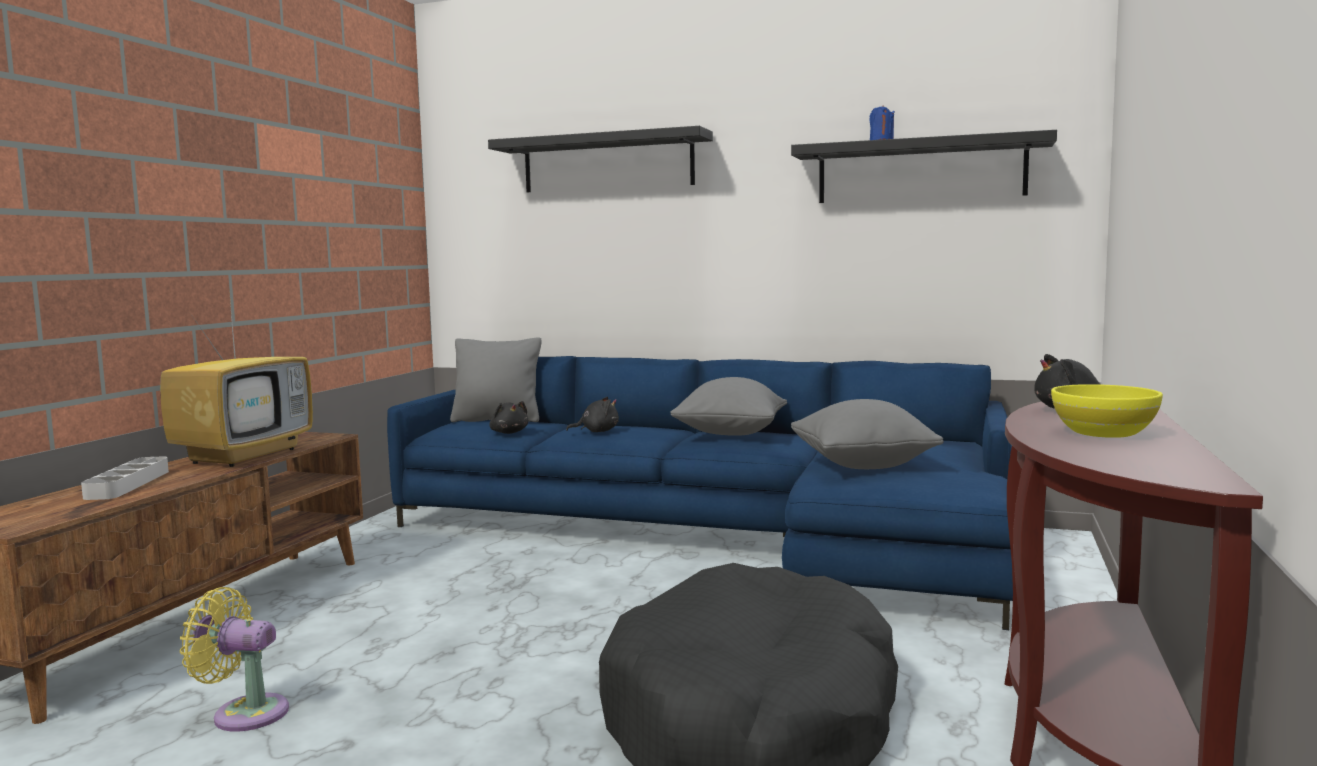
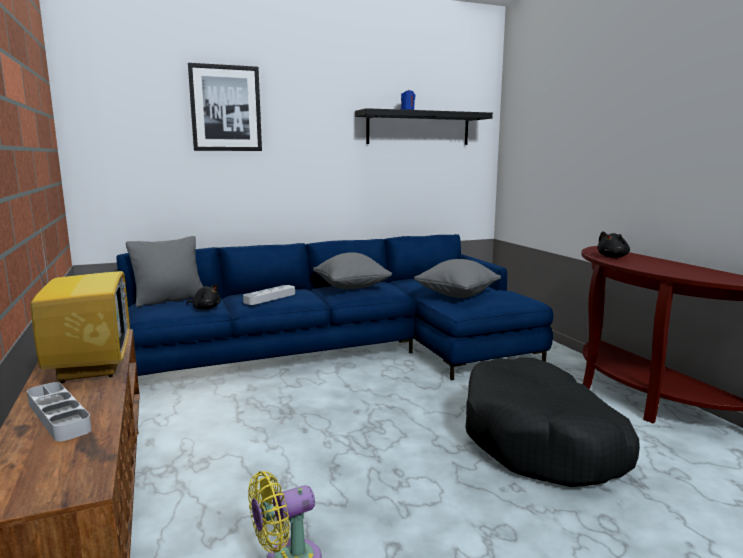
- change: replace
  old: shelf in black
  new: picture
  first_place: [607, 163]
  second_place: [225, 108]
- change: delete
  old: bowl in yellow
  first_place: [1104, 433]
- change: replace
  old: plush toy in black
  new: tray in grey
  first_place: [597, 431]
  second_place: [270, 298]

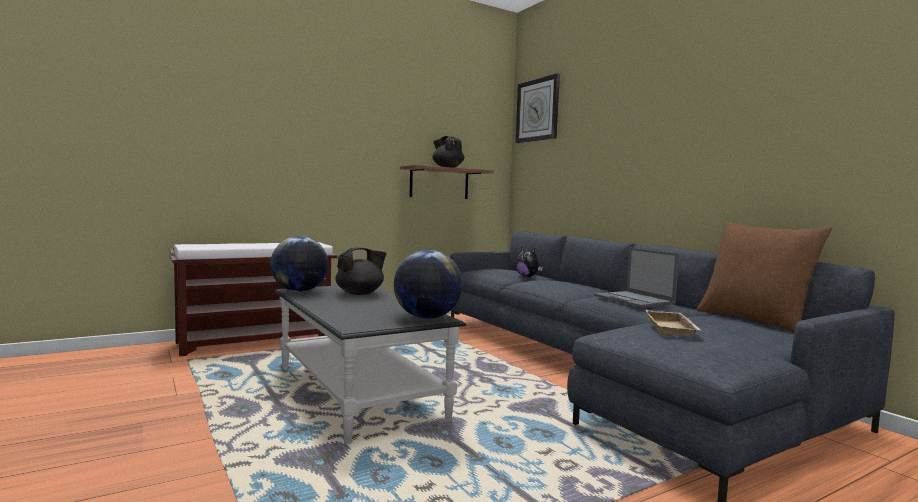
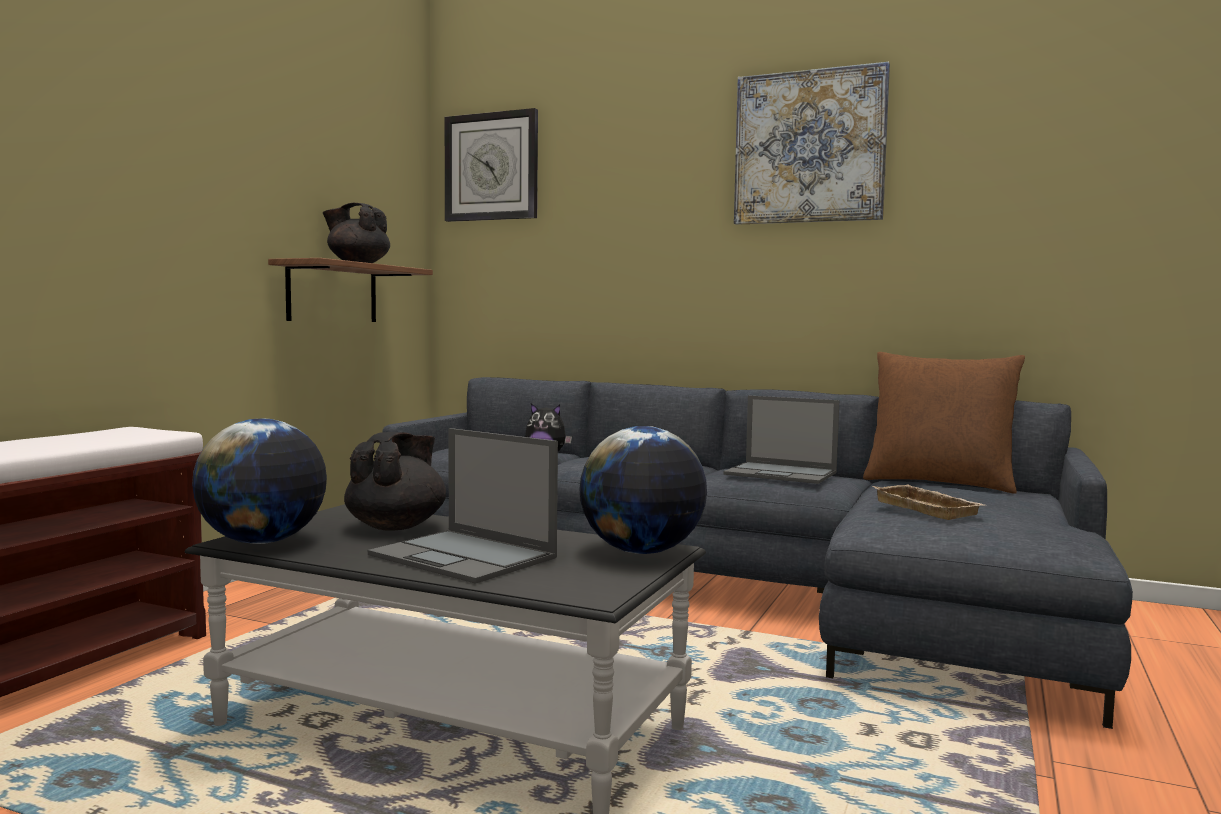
- change: insert
  new: picture
  second_place: [809, 147]
- change: insert
  new: laptop
  second_place: [465, 557]

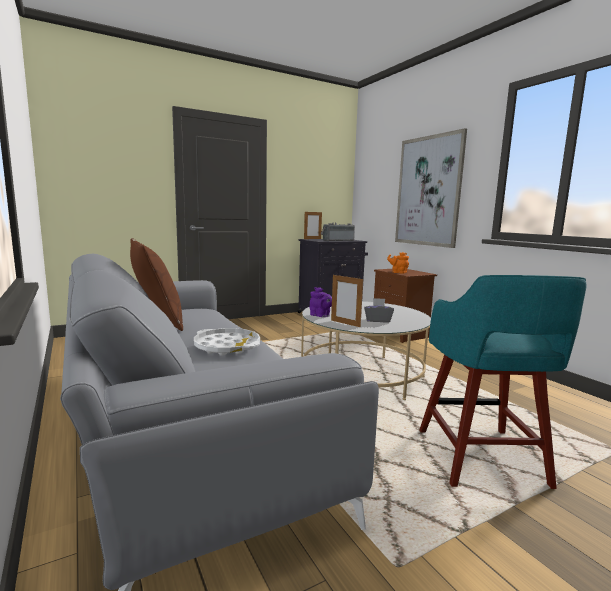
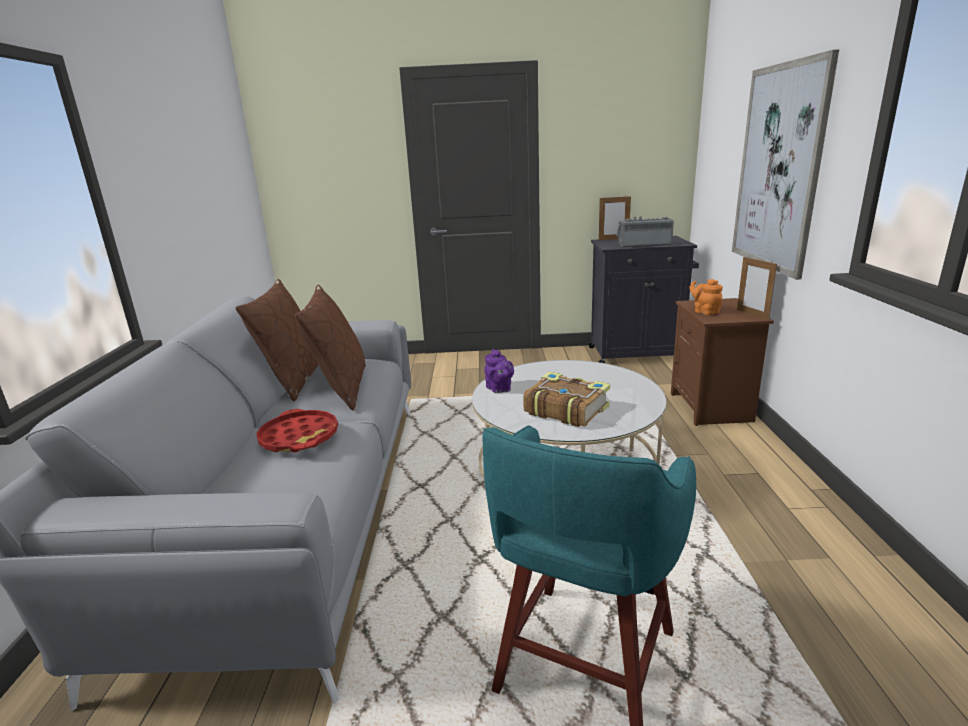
- change: move
  old: picture frame
  first_place: [345, 323]
  second_place: [752, 314]
- change: replace
  old: tissue box in grey
  new: book
  first_place: [377, 320]
  second_place: [565, 409]
- change: recolor
  old: tray in white
  new: tray in red
  first_place: [227, 346]
  second_place: [299, 437]
- change: insert
  new: pillow in brown
  second_place: [341, 388]

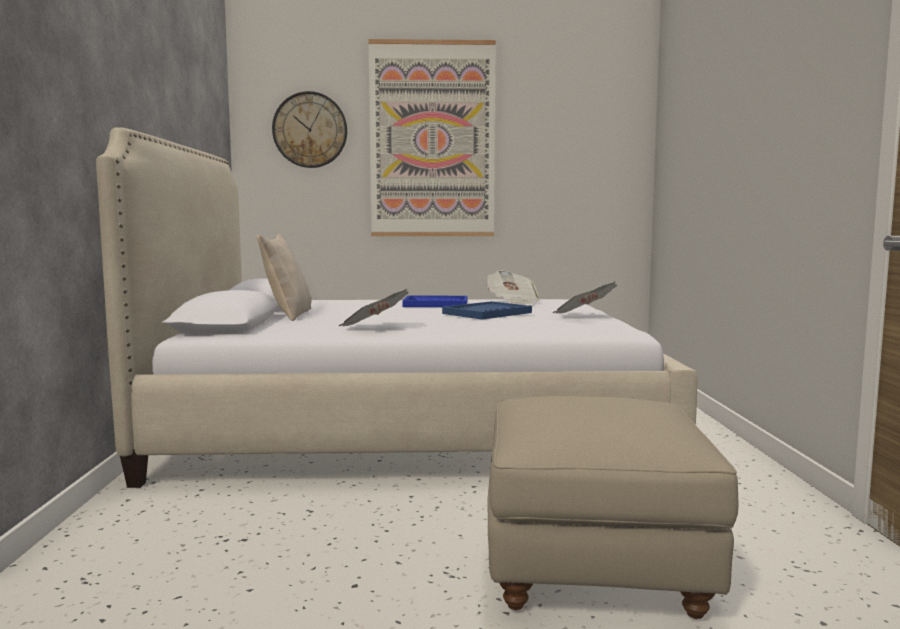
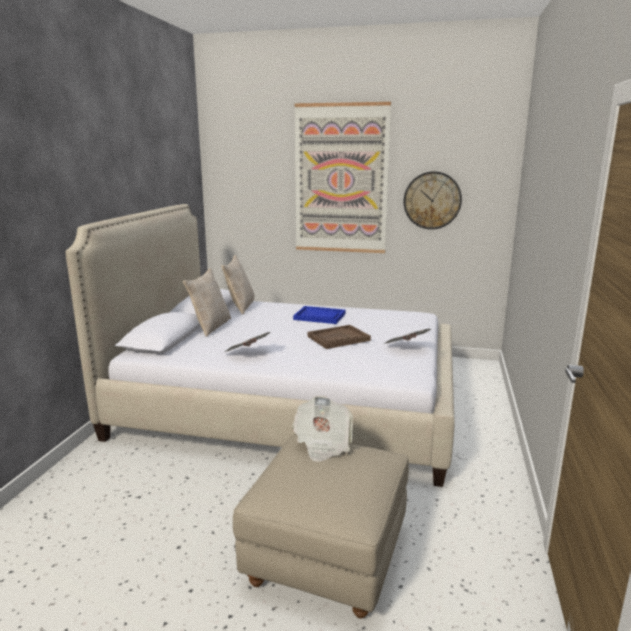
- change: move
  old: wall clock
  first_place: [310, 130]
  second_place: [432, 200]
- change: move
  old: newspaper
  first_place: [512, 303]
  second_place: [323, 443]
- change: recolor
  old: tray in blue
  new: tray in brown
  first_place: [487, 313]
  second_place: [338, 338]
- change: insert
  new: pillow in beige
  second_place: [240, 306]

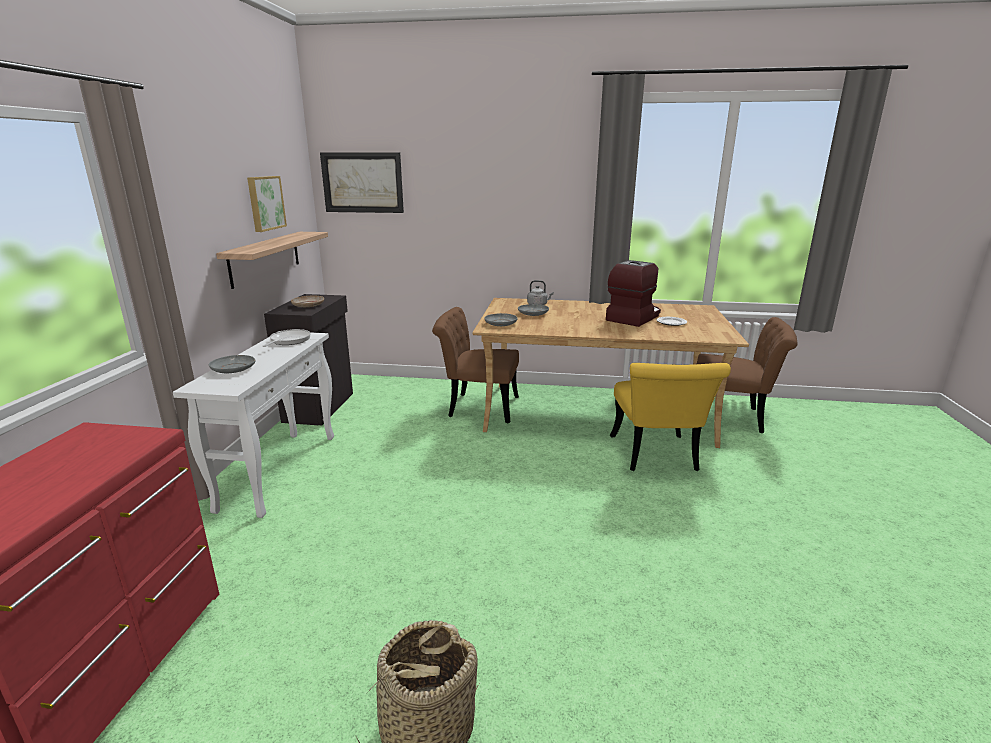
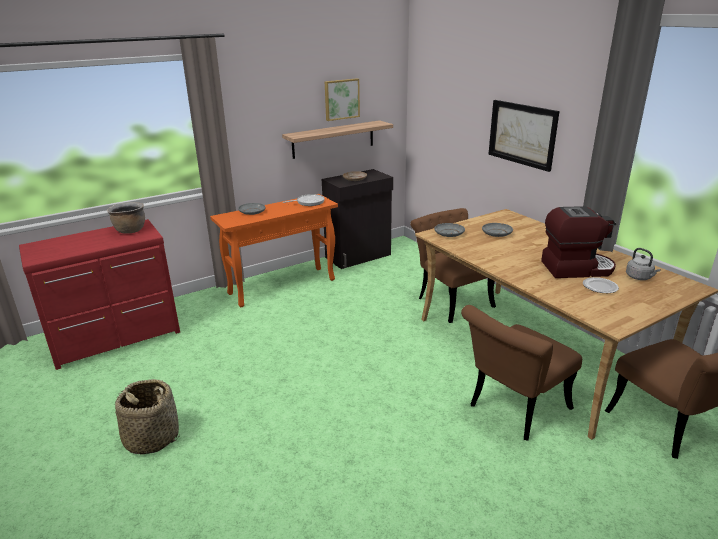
- change: move
  old: picture
  first_place: [362, 182]
  second_place: [522, 134]
- change: move
  old: kettle in grey
  first_place: [538, 305]
  second_place: [640, 277]
- change: recolor
  old: console table in white
  new: console table in orange
  first_place: [280, 470]
  second_place: [283, 286]
- change: recolor
  old: chair in yellow
  new: chair in brown
  first_place: [656, 457]
  second_place: [513, 409]
- change: insert
  new: cooking pot in brown
  second_place: [130, 230]

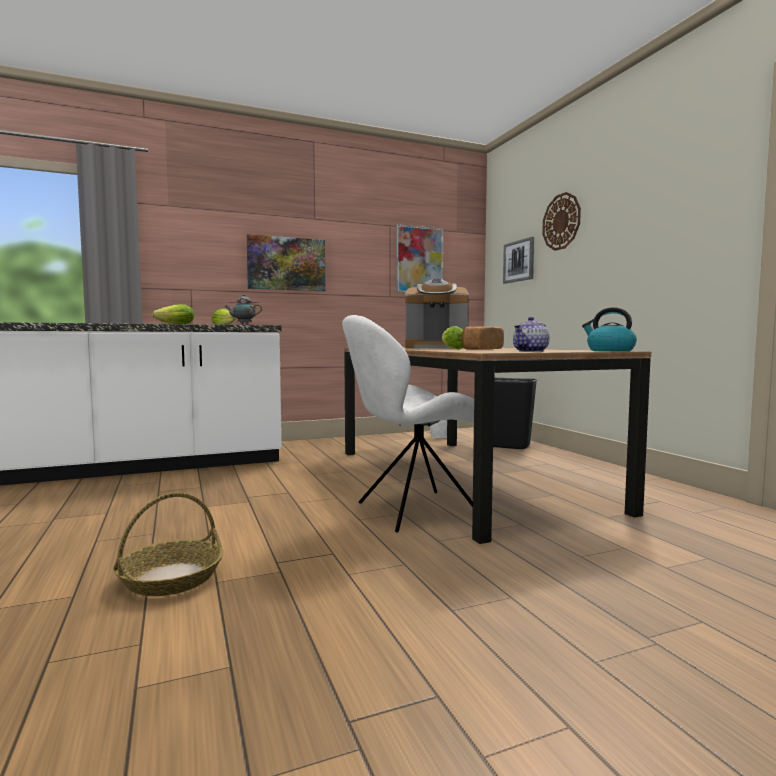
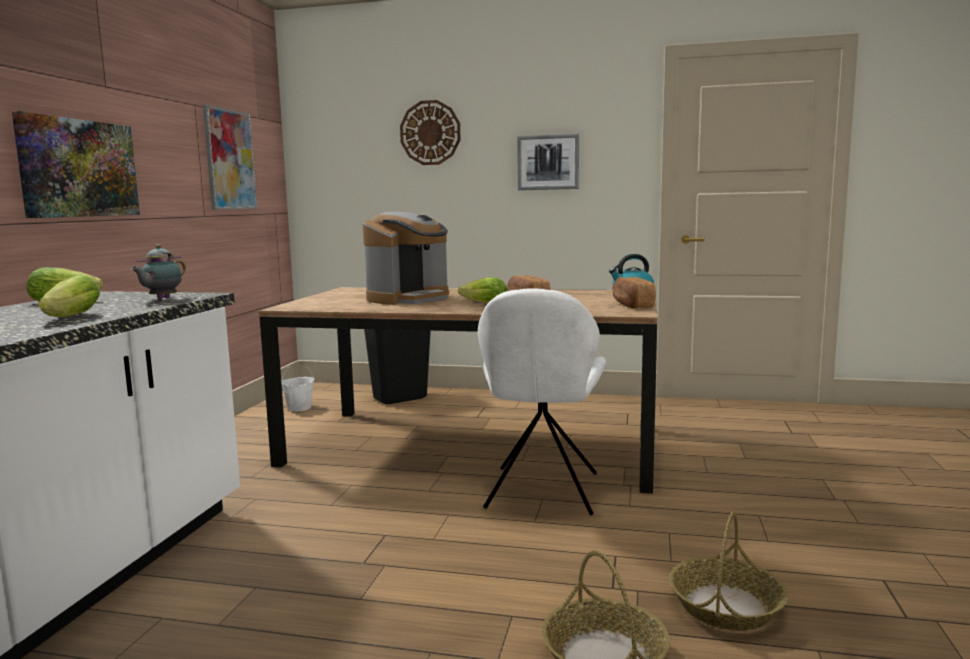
- change: move
  old: picture
  first_place: [519, 261]
  second_place: [548, 162]
- change: replace
  old: teapot
  new: bread
  first_place: [531, 351]
  second_place: [631, 305]
- change: insert
  new: basket
  second_place: [726, 606]

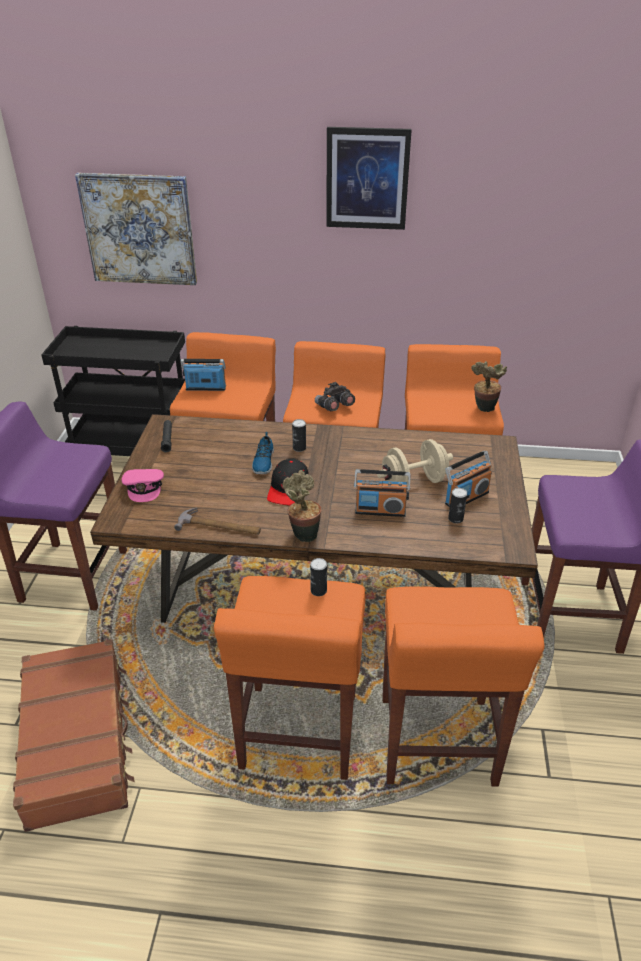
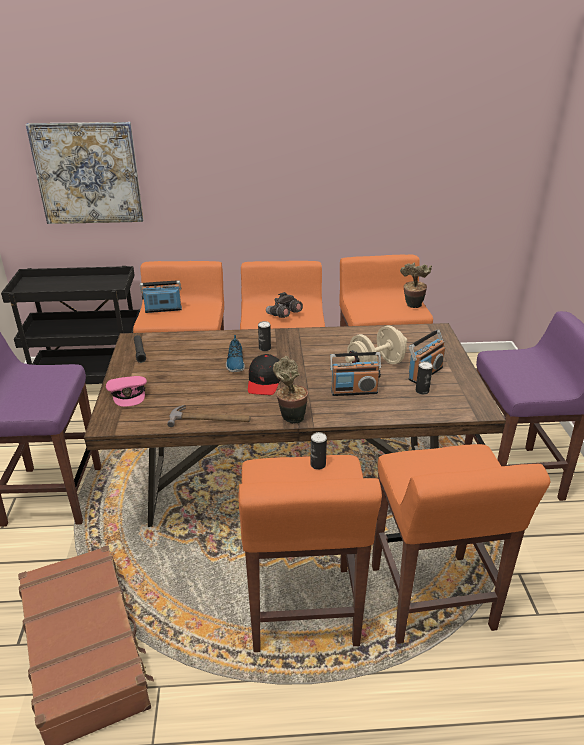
- change: delete
  old: picture
  first_place: [367, 179]

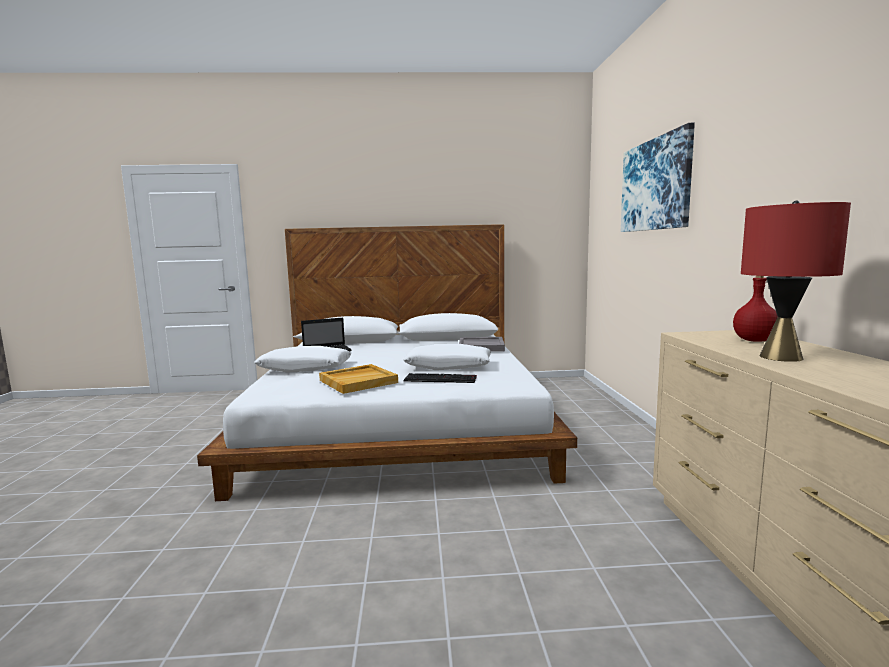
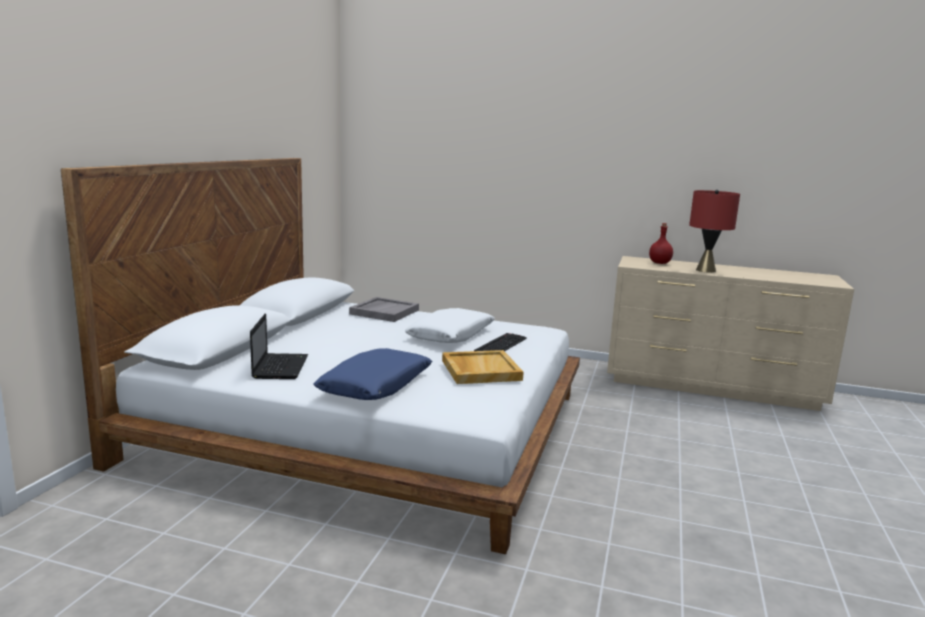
- change: delete
  old: picture
  first_place: [655, 185]
- change: recolor
  old: pillow in white
  new: pillow in blue
  first_place: [305, 368]
  second_place: [376, 386]

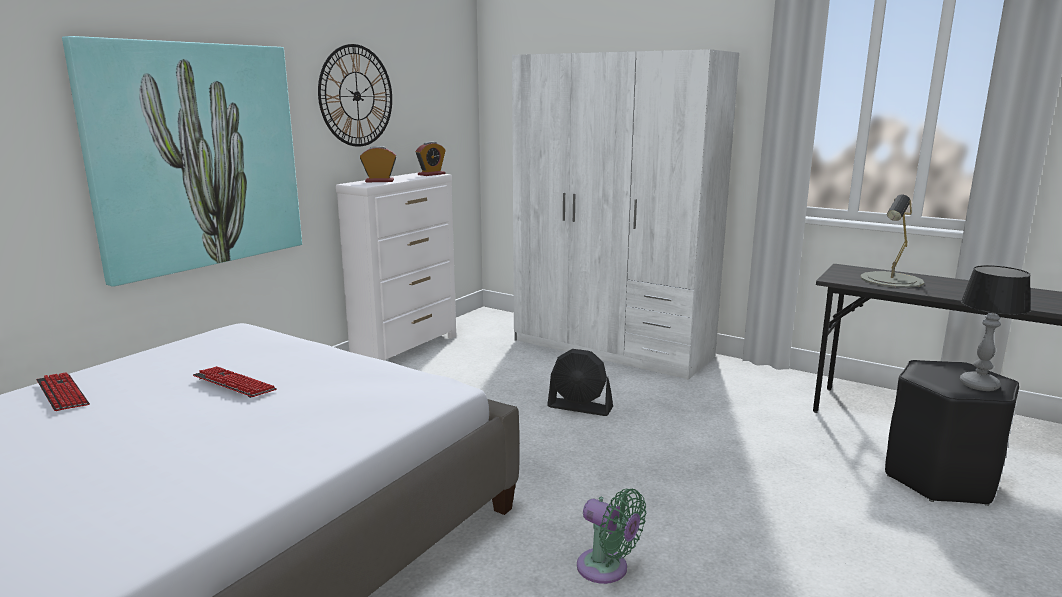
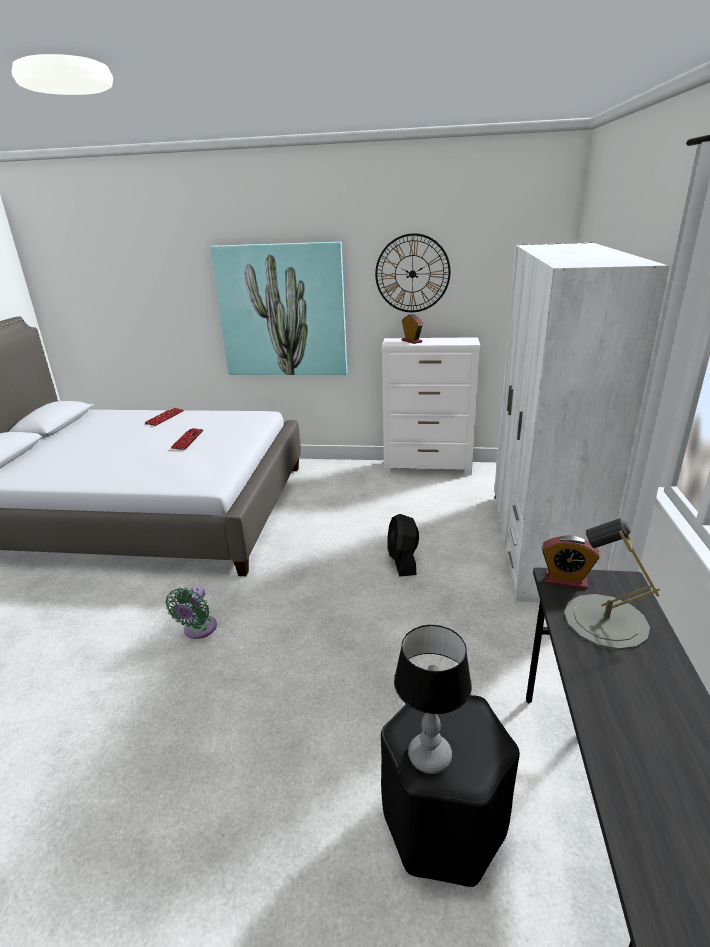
- change: move
  old: alarm clock
  first_place: [431, 174]
  second_place: [565, 580]

